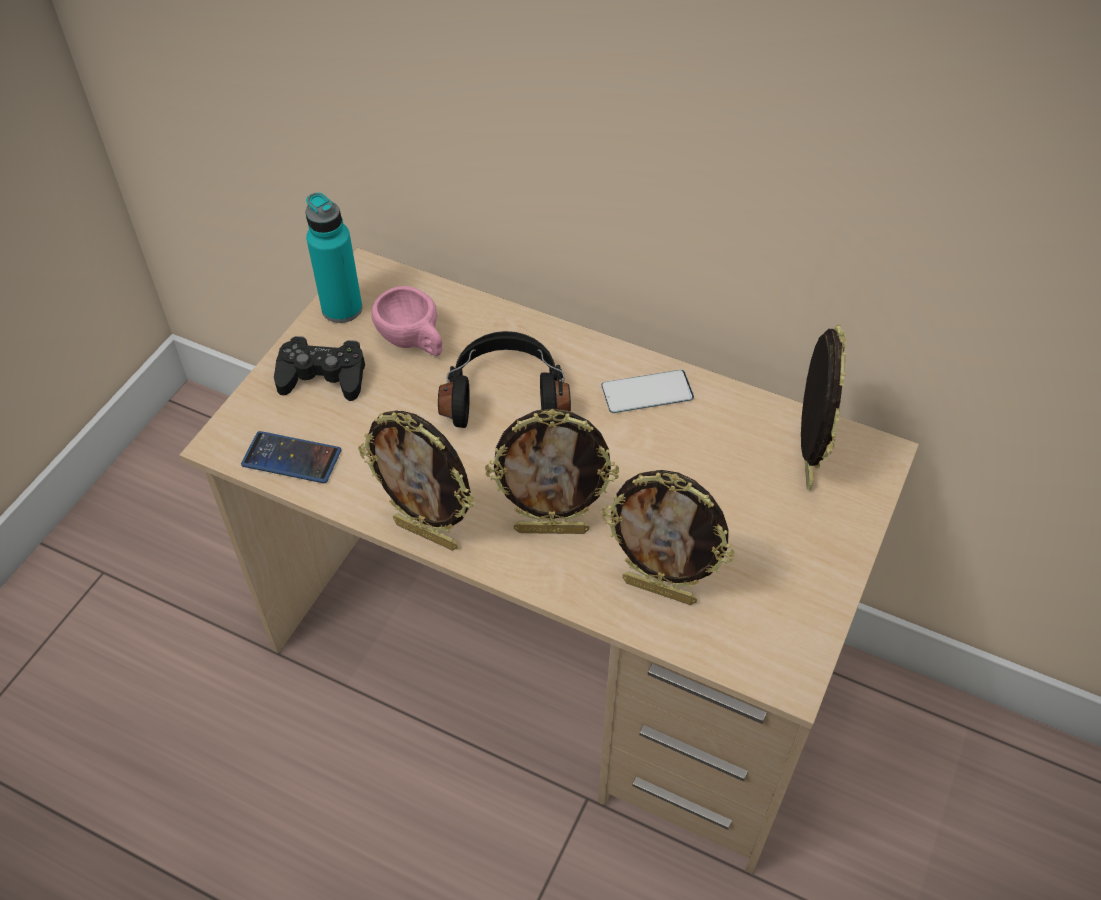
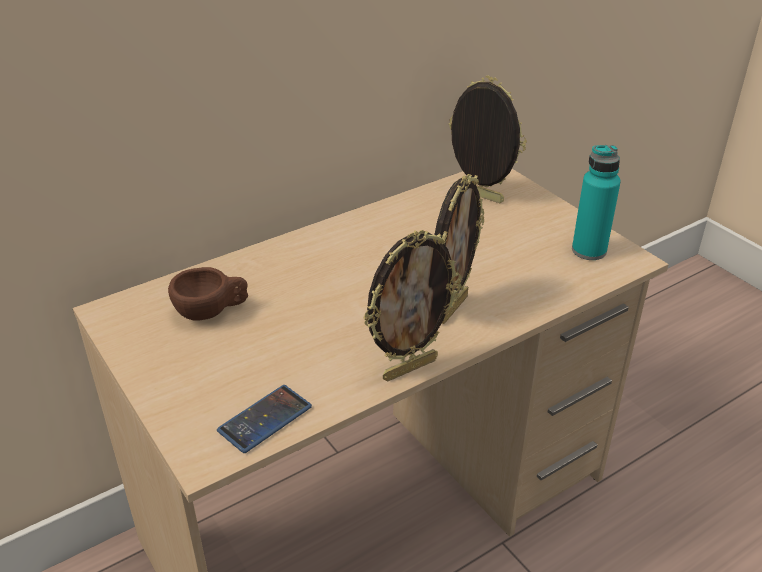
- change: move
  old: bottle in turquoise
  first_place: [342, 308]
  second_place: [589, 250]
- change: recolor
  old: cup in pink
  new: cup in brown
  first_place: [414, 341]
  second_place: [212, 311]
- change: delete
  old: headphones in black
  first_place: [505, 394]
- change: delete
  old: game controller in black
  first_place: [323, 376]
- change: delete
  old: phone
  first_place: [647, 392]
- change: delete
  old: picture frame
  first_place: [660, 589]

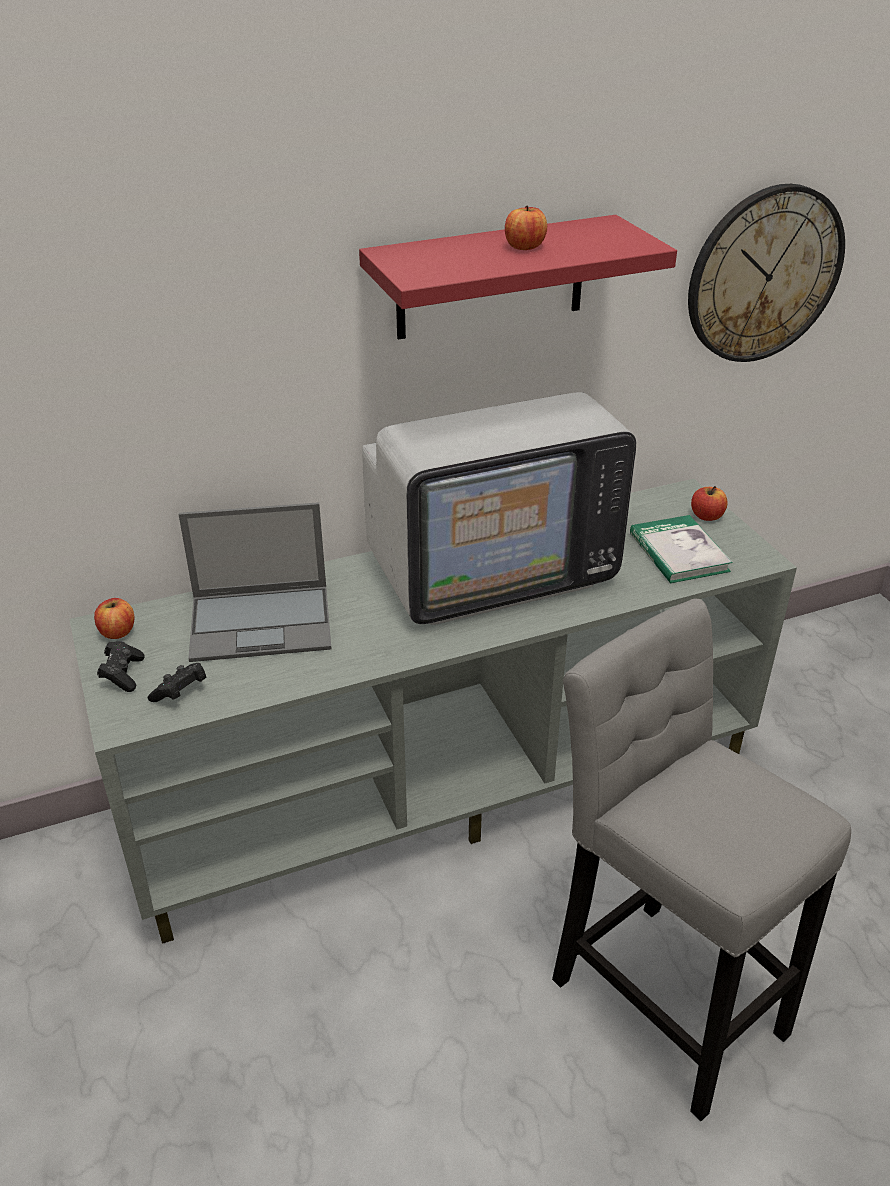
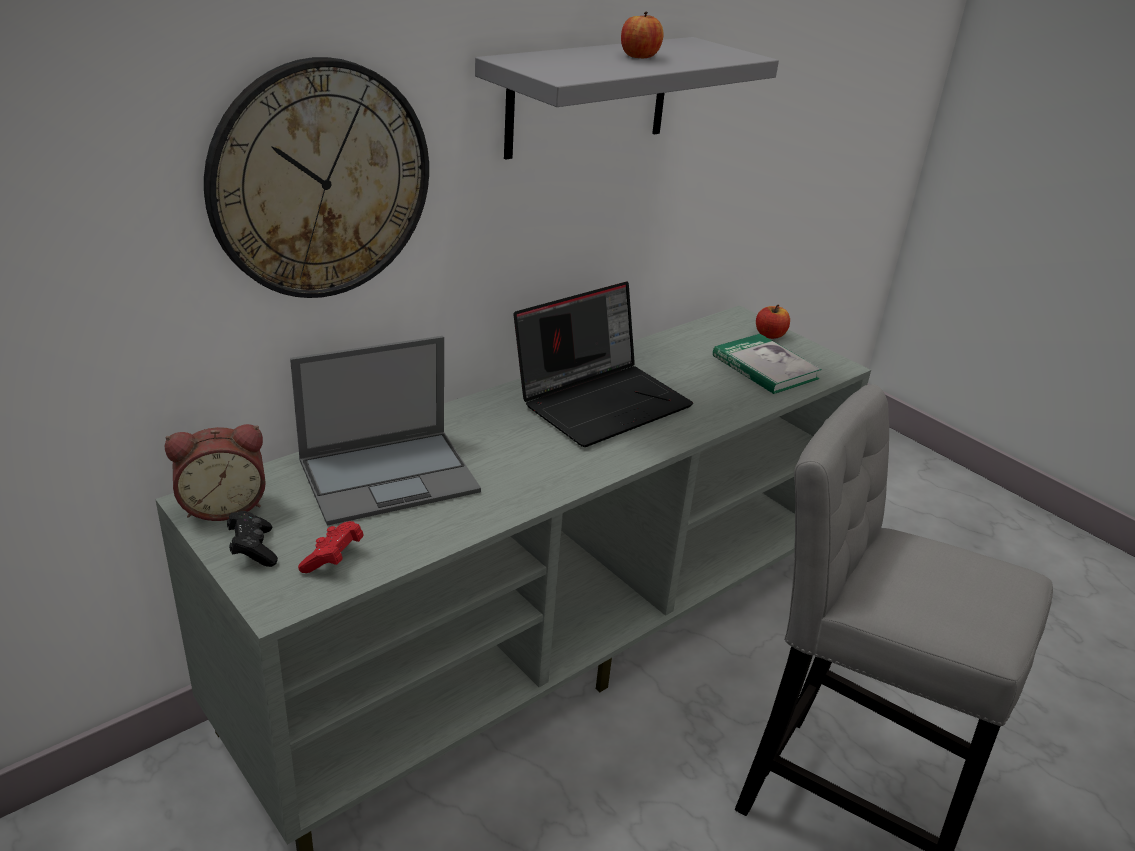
- change: move
  old: wall clock
  first_place: [764, 275]
  second_place: [321, 181]
- change: recolor
  old: shelf in red
  new: shelf in grey
  first_place: [491, 278]
  second_place: [589, 96]
- change: replace
  old: television
  new: laptop
  first_place: [491, 571]
  second_place: [602, 400]
- change: replace
  old: apple
  new: alarm clock
  first_place: [117, 632]
  second_place: [223, 505]
- change: recolor
  old: game controller in black
  new: game controller in red
  first_place: [180, 692]
  second_place: [333, 558]

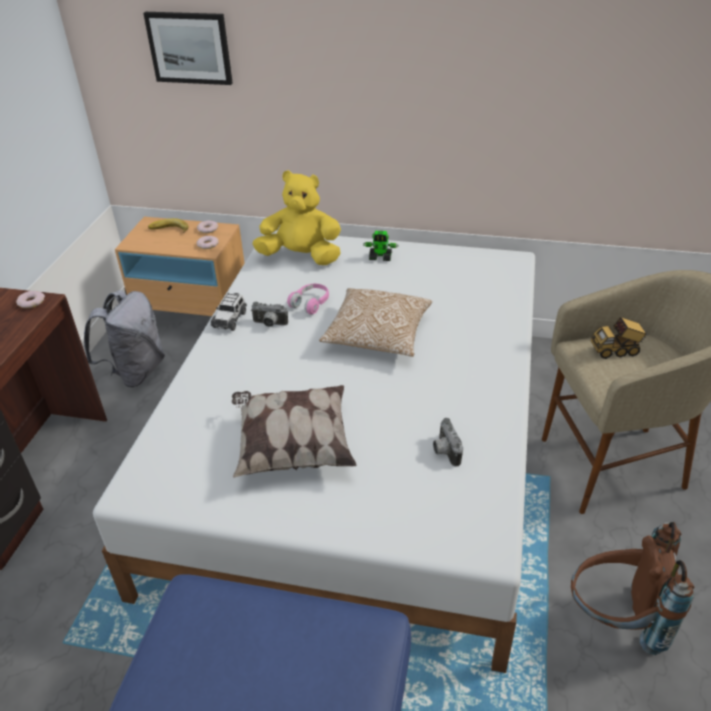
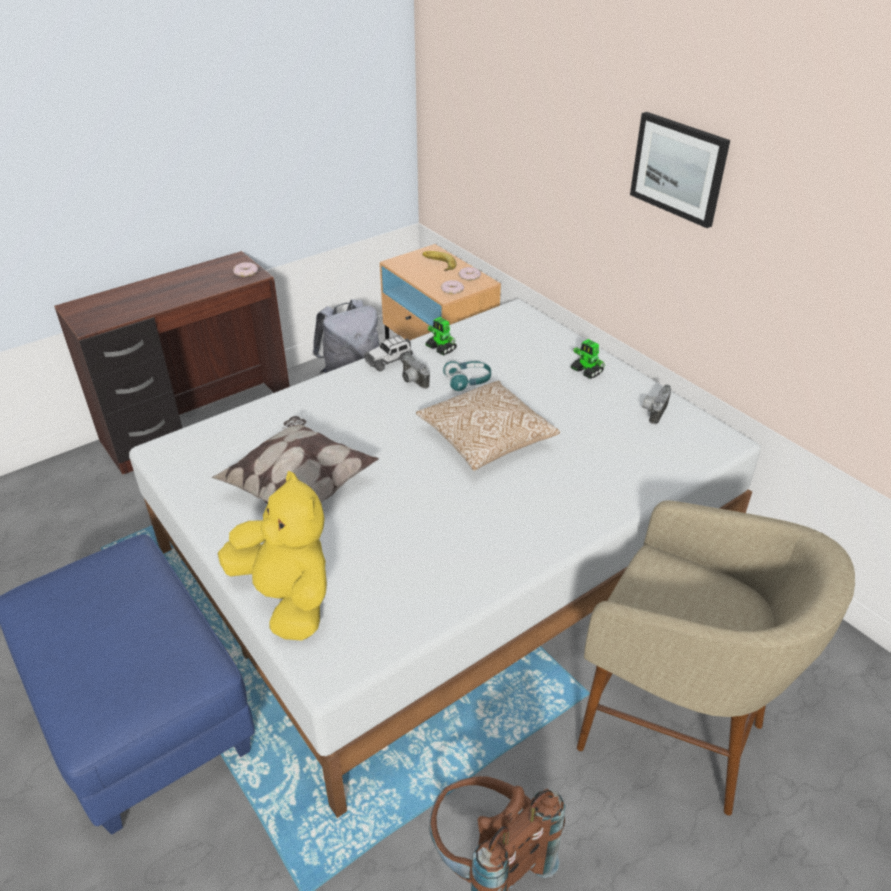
- change: move
  old: picture
  first_place: [190, 48]
  second_place: [679, 168]
- change: move
  old: plush toy in yellow
  first_place: [301, 257]
  second_place: [287, 598]
- change: recolor
  old: headphones in pink
  new: headphones in turquoise
  first_place: [311, 303]
  second_place: [468, 381]
- change: delete
  old: toy truck
  first_place: [616, 350]
- change: move
  old: photo camera
  first_place: [444, 451]
  second_place: [653, 411]
- change: insert
  new: toy robot
  second_place: [441, 348]

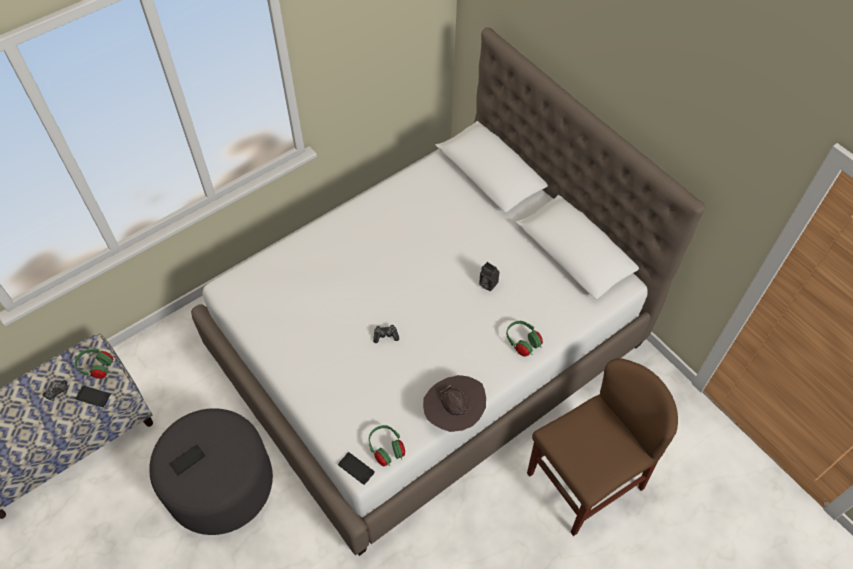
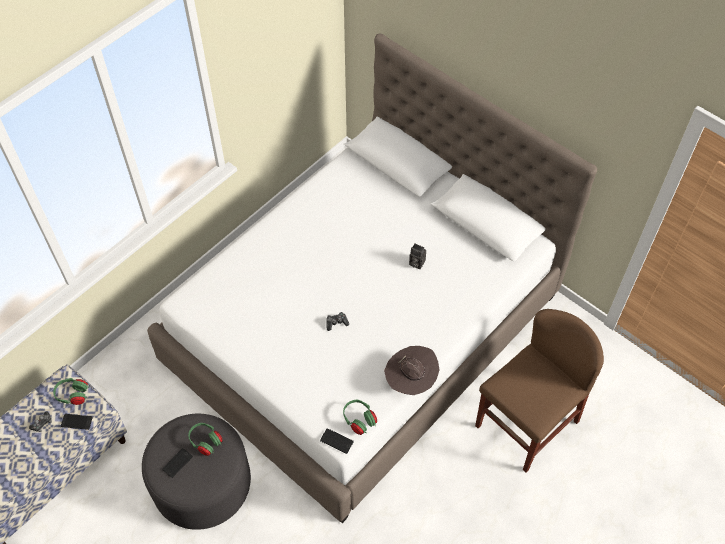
- change: move
  old: headphones in green
  first_place: [522, 343]
  second_place: [206, 442]

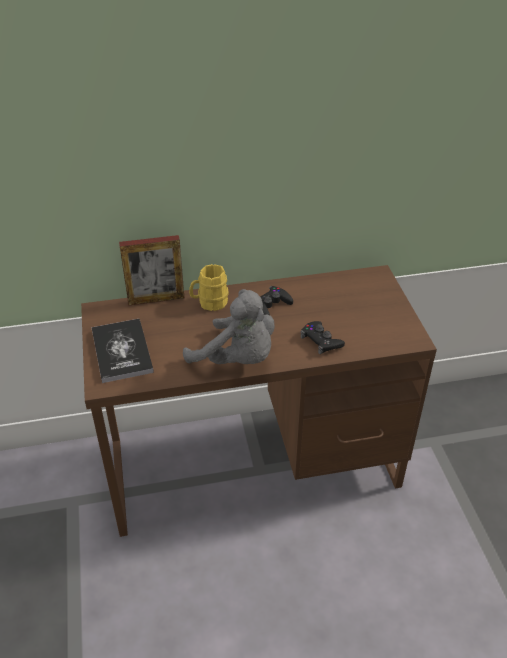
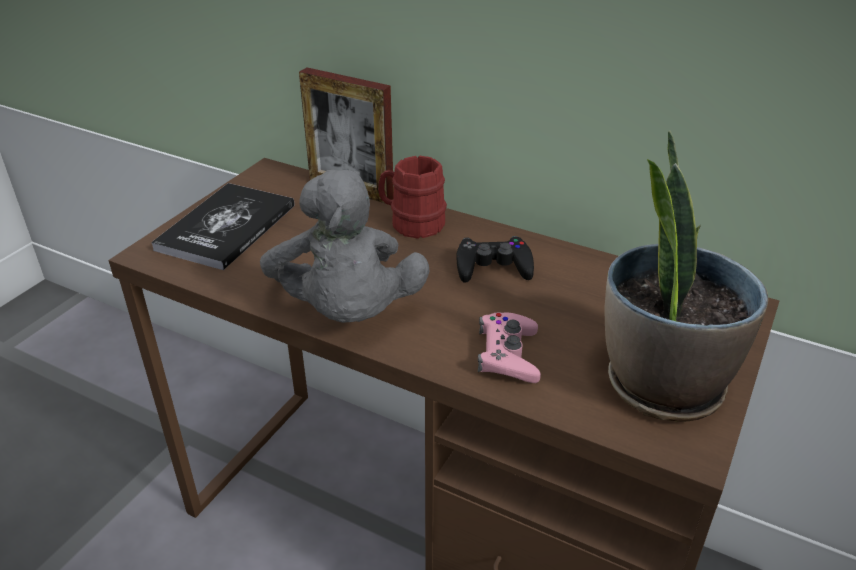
- change: recolor
  old: mug in yellow
  new: mug in red
  first_place: [209, 303]
  second_place: [411, 223]
- change: recolor
  old: game controller in black
  new: game controller in pink
  first_place: [321, 341]
  second_place: [508, 354]
- change: insert
  new: potted plant
  second_place: [661, 384]

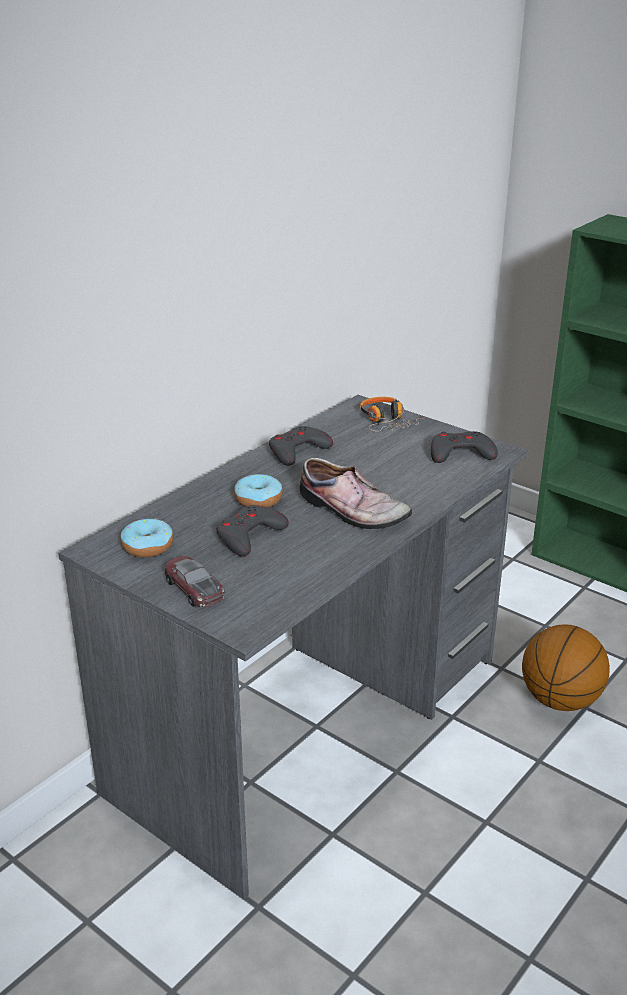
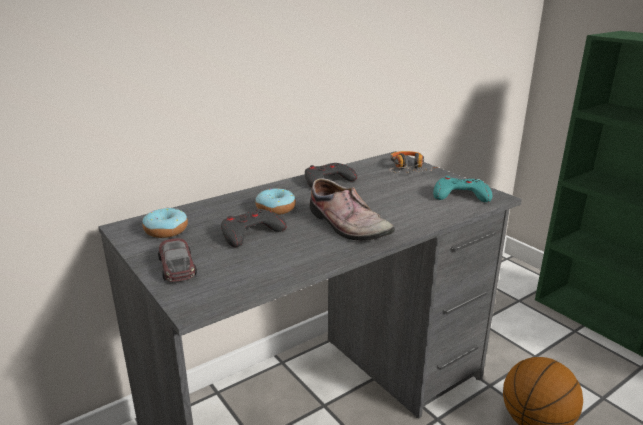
- change: recolor
  old: game controller in grey
  new: game controller in turquoise
  first_place: [460, 453]
  second_place: [460, 195]

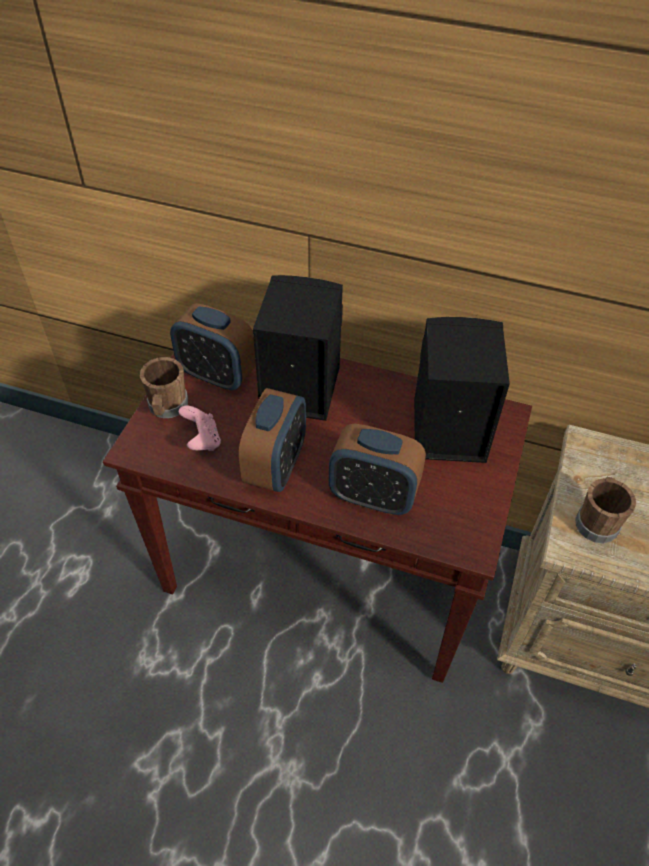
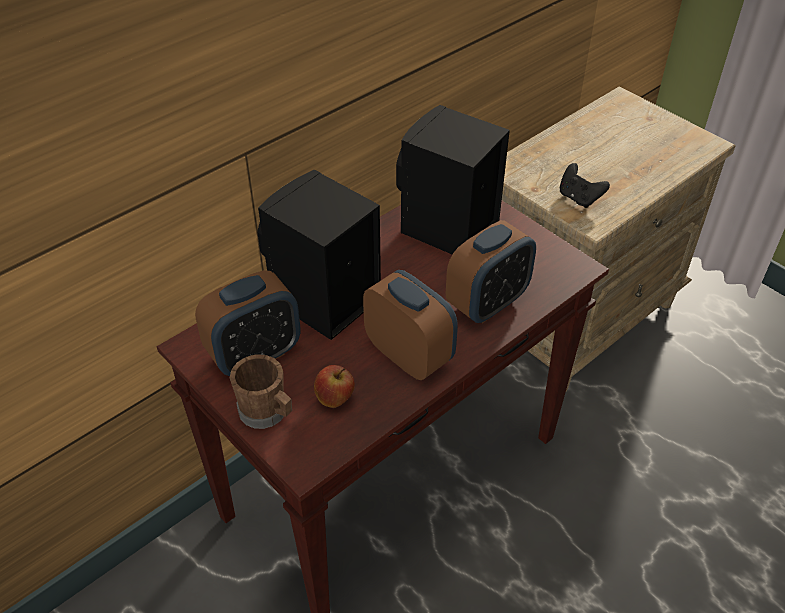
- change: replace
  old: game controller in pink
  new: apple
  first_place: [202, 440]
  second_place: [335, 399]
- change: replace
  old: mug in brown
  new: game controller in black
  first_place: [597, 520]
  second_place: [579, 198]

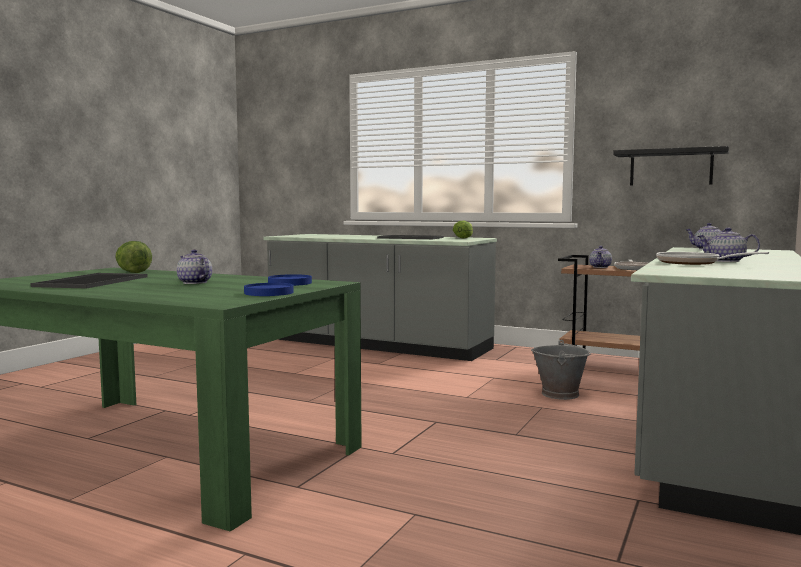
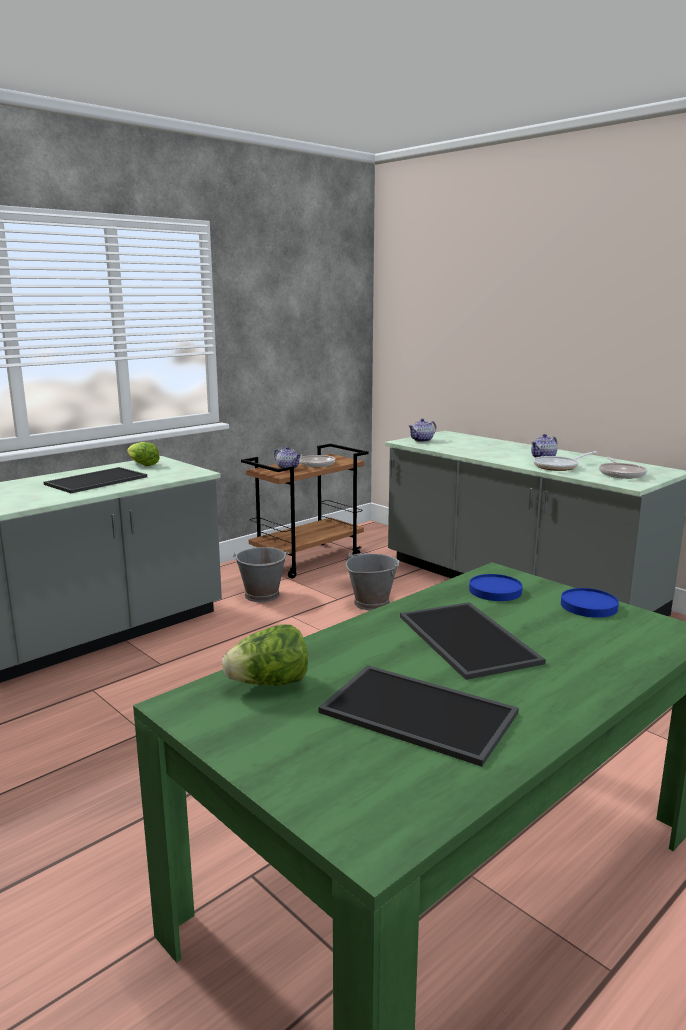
- change: delete
  old: shelf in black
  first_place: [671, 167]
- change: replace
  old: teapot
  new: tray
  first_place: [194, 283]
  second_place: [470, 639]
- change: insert
  new: frying pan
  second_place: [621, 474]
- change: insert
  new: bucket in grey
  second_place: [262, 595]

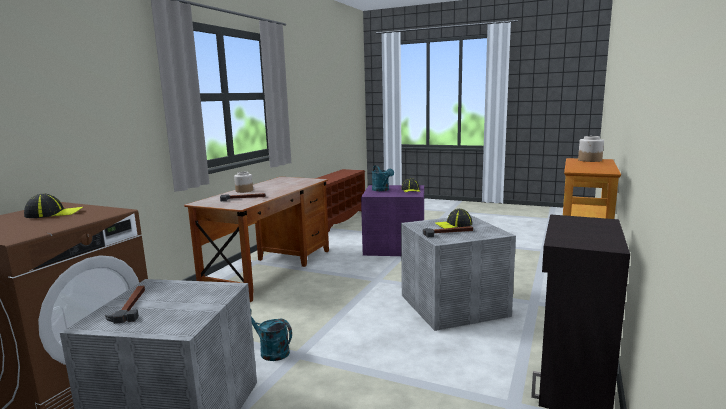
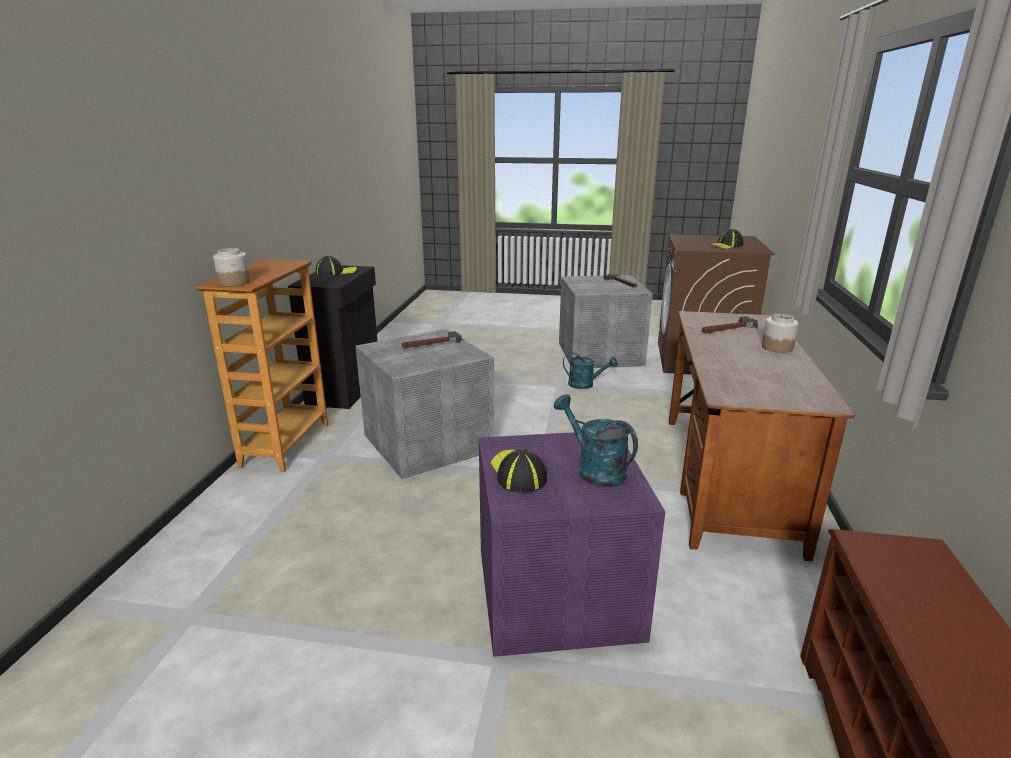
- change: move
  old: cap
  first_place: [454, 225]
  second_place: [336, 272]

